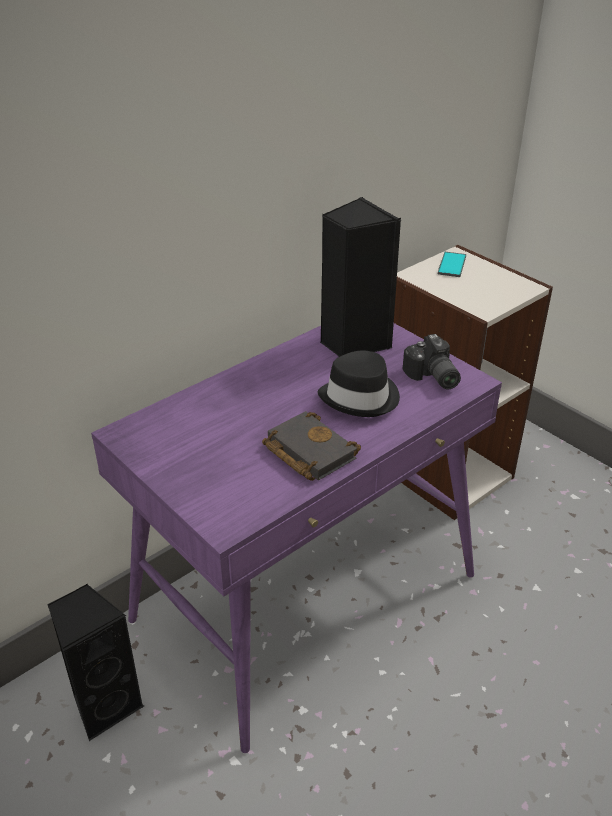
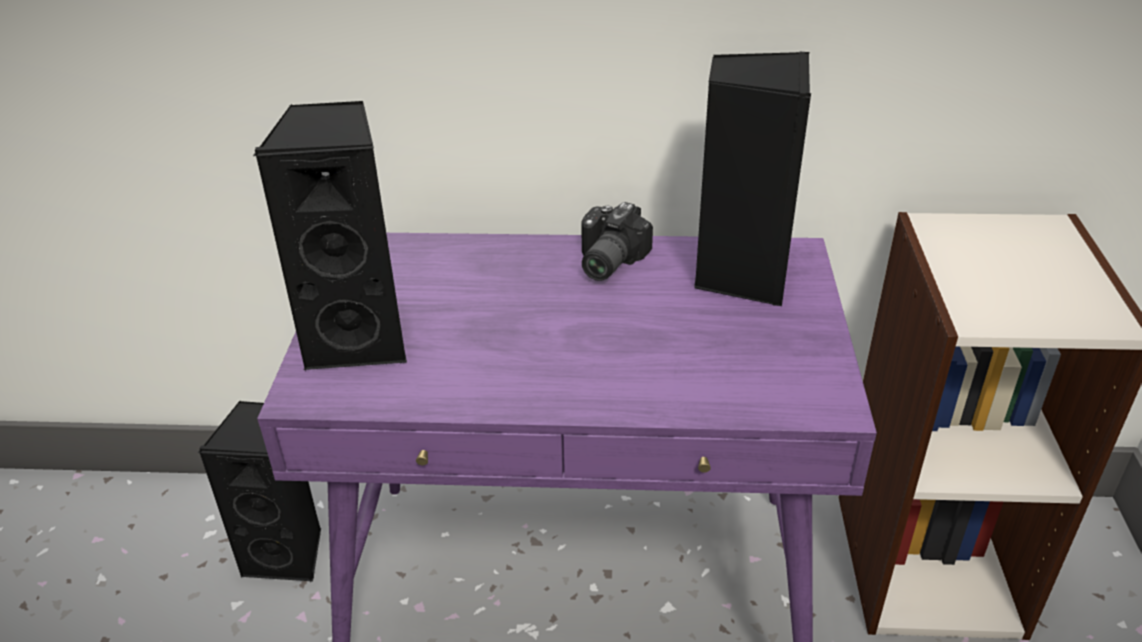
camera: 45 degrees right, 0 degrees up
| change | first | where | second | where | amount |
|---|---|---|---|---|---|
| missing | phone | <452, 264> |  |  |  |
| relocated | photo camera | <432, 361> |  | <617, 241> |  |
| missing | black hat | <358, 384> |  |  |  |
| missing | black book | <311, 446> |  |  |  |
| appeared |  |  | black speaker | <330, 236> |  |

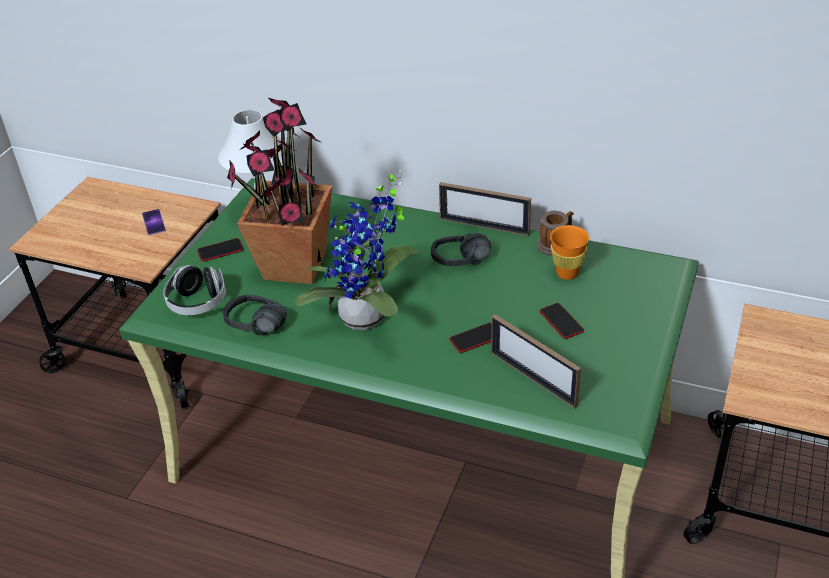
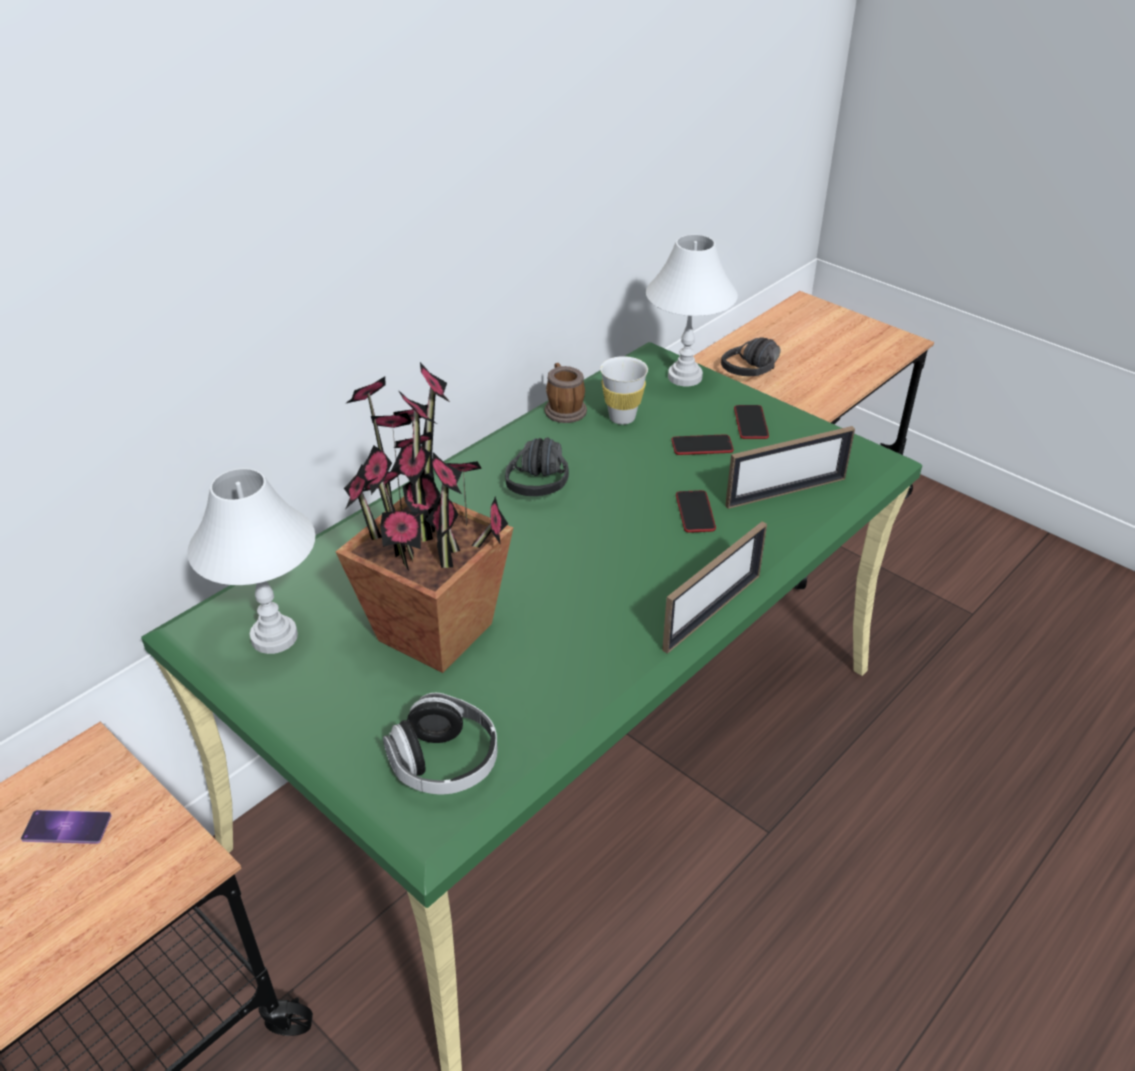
camera: 70 degrees left, 0 degrees up
| change | first | where | second | where | amount |
|---|---|---|---|---|---|
| missing | potted plant | <357, 249> |  |  |  |
| relocated | picture frame | <485, 209> |  | <714, 587> |  |
| colour | orange cup | <569, 252> | white cup | <624, 390> |  |
| relocated | phone | <220, 250> |  | <751, 422> |  |
| relocated | black headphones | <255, 315> |  | <751, 356> |  |
| appeared |  |  | white table lamp | <692, 310> |  |

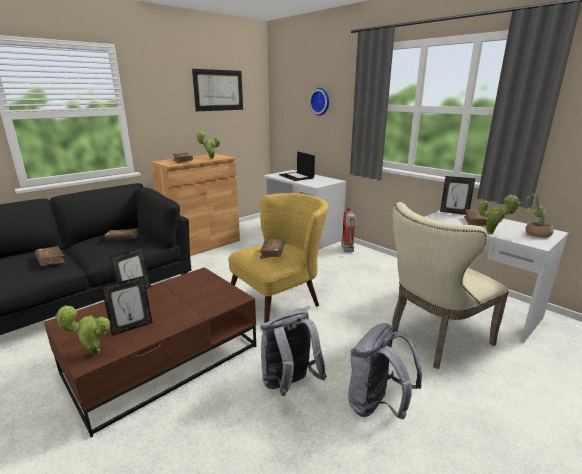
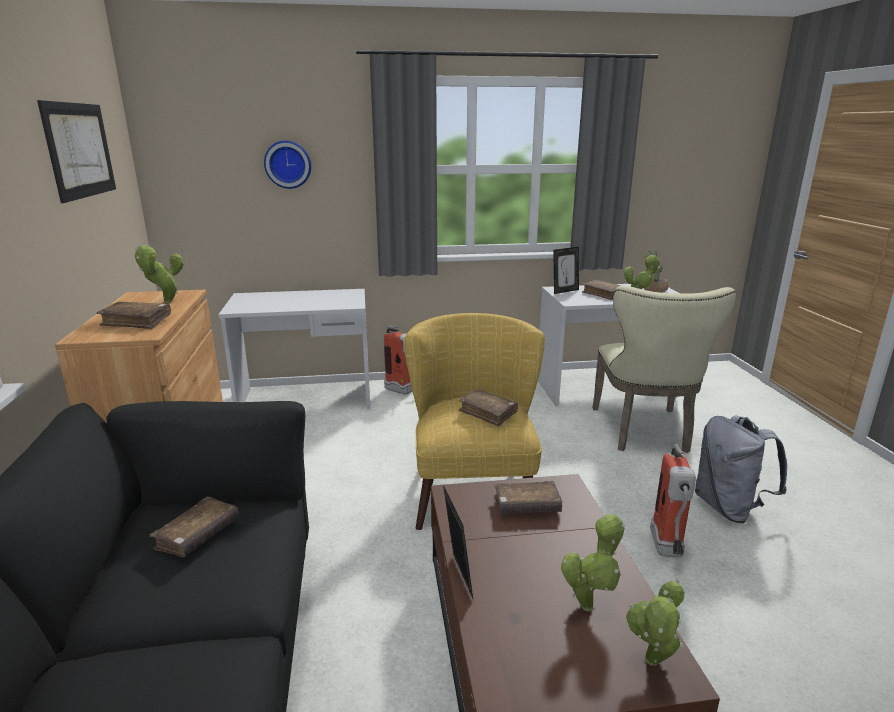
camera: 55 degrees left, 0 degrees up
| change | first | where | second | where | amount |
|---|---|---|---|---|---|
| missing | laptop | <297, 166> |  |  |  |
| relocated | brown book | <50, 256> |  | <528, 497> |  |
| exchanged | picture frame | <126, 306> | potted plant | <593, 563> |  |
| exchanged | grey backpack | <293, 353> | fire extinguisher | <673, 500> |  |

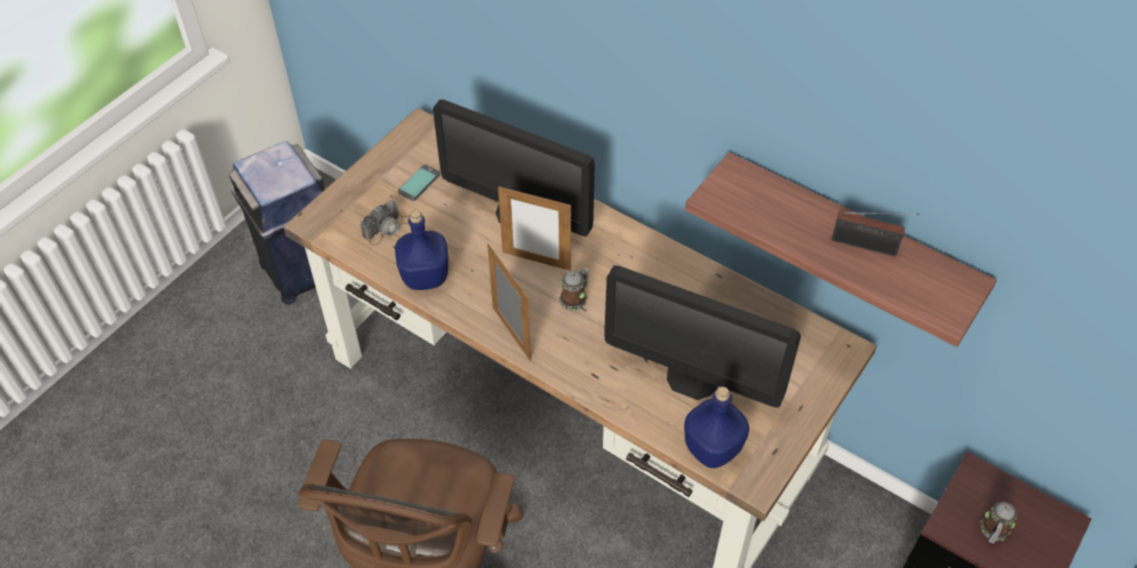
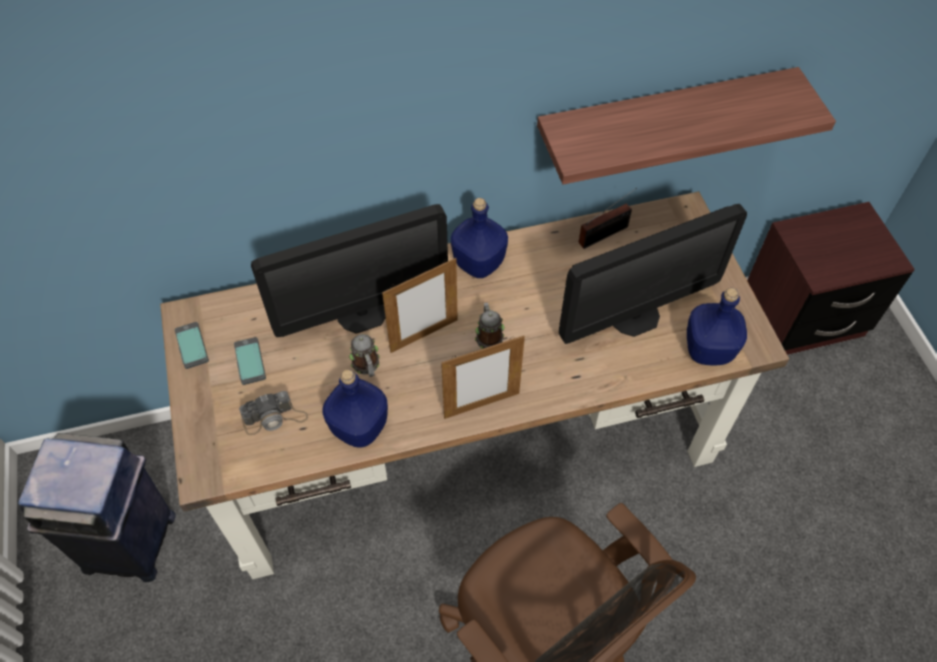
camera: 50 degrees left, 5 degrees up
| change | first | where | second | where | amount |
|---|---|---|---|---|---|
| spun | photo camera | <385, 223> |  | <273, 413> | 75 degrees clockwise |
| relocated | radio | <875, 234> |  | <608, 218> |  |
| spun | picture frame | <509, 302> |  | <483, 377> | 150 degrees clockwise |
| relocated | mug | <998, 523> |  | <364, 355> |  |
| appeared |  |  | blue bottle | <479, 238> |  |
| appeared |  |  | phone | <192, 345> |  |

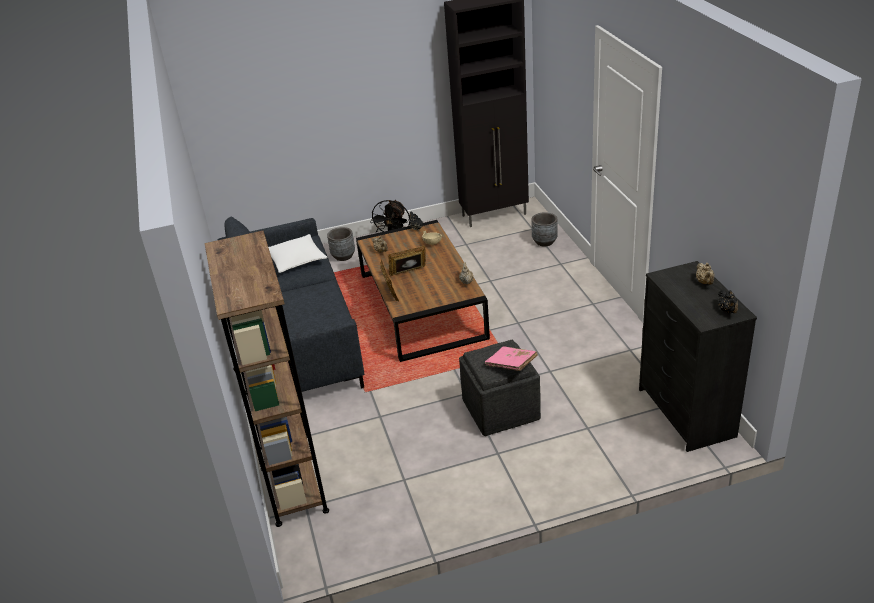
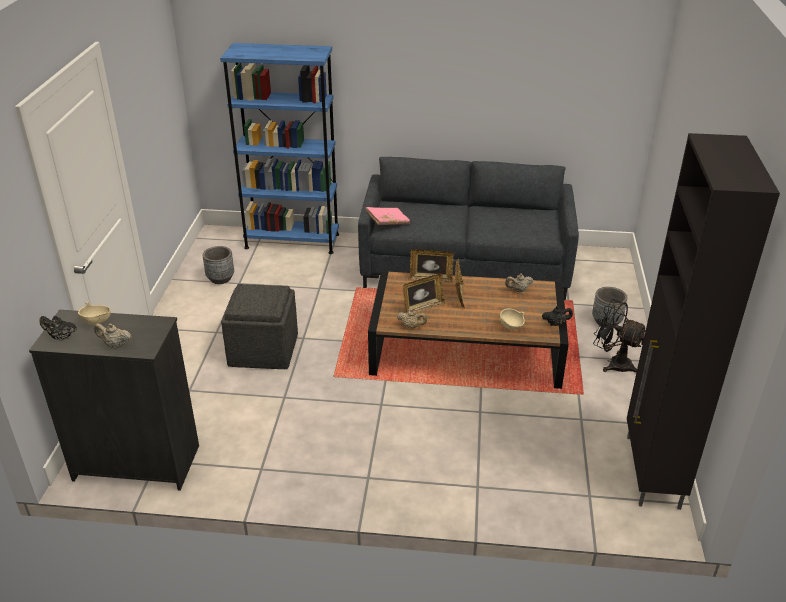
camera: 110 degrees right, 0 degrees up
| change | first | where | second | where | amount |
|---|---|---|---|---|---|
| relocated | grey planter | <545, 229> |  | <218, 265> |  |
| colour | brown bookcase | <266, 379> | blue bookcase | <279, 148> |  |
| missing | white pillow | <298, 253> |  |  |  |
| relocated | pink book | <511, 358> |  | <388, 216> |  |
| appeared |  |  | picture frame | <424, 293> |  |
| appeared |  |  | beige bowl | <94, 313> |  |

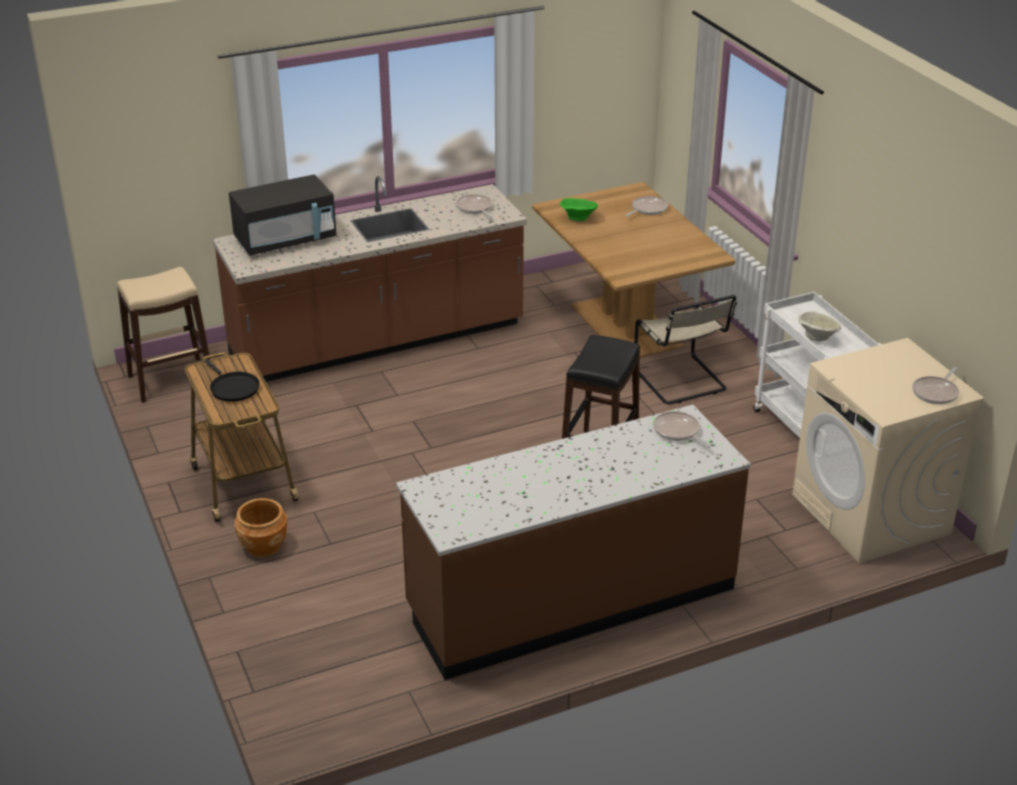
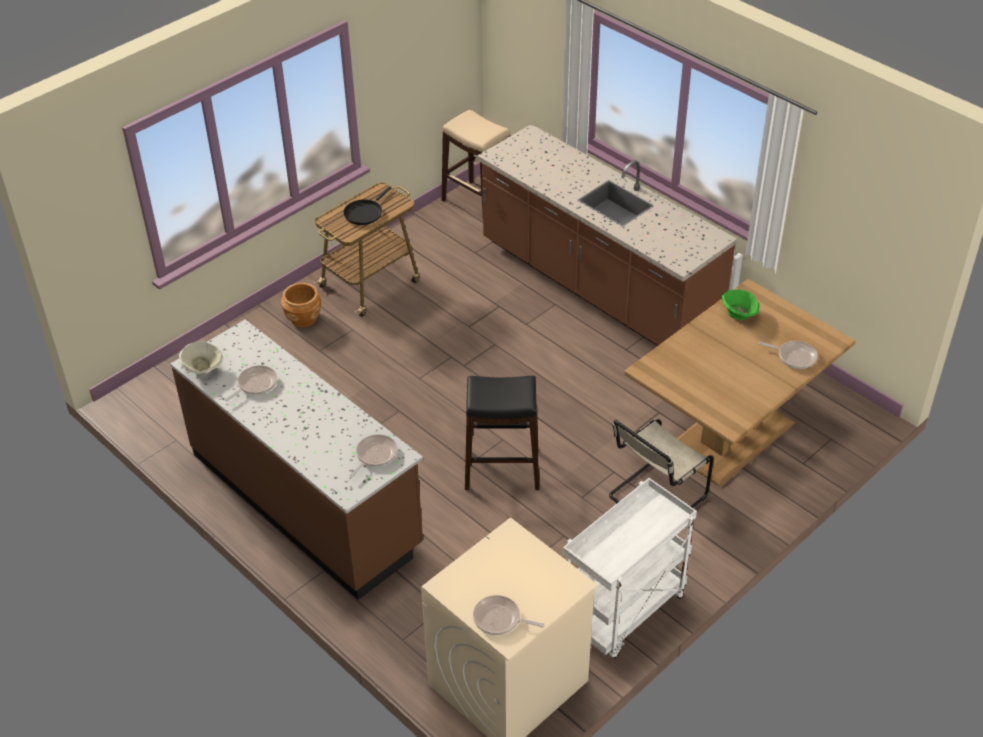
camera: 70 degrees right, 10 degrees up
| change | first | where | second | where | amount |
|---|---|---|---|---|---|
| missing | black microwave | <283, 215> |  |  |  |
| relocated | frying pan | <474, 206> |  | <250, 383> |  |
| relocated | beige bowl | <820, 326> |  | <201, 358> |  |

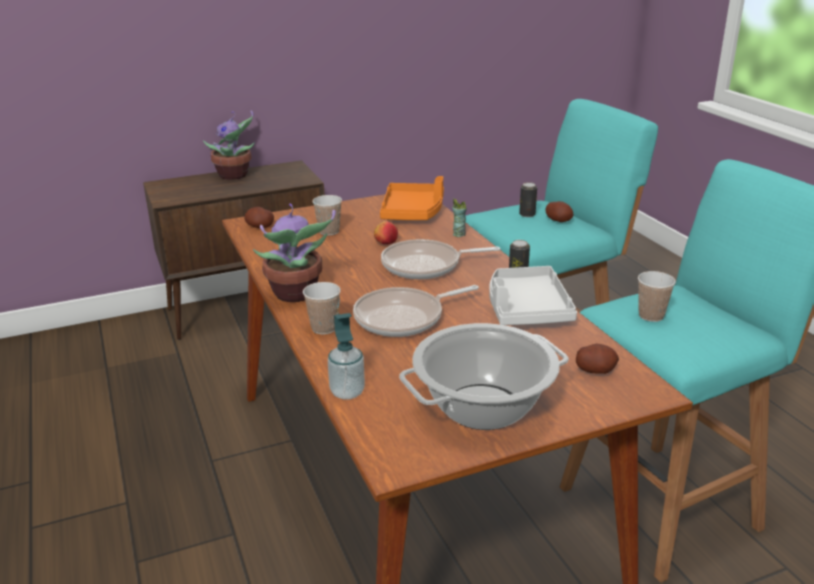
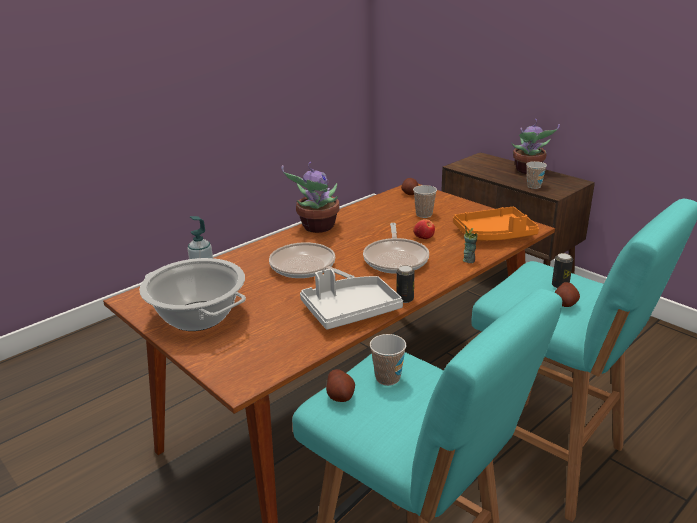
camera: 70 degrees right, 0 degrees up
| change | first | where | second | where | amount |
|---|---|---|---|---|---|
| spun | frying pan | <441, 259> |  | <396, 248> | 150 degrees counterclockwise |
| relocated | cup | <322, 308> |  | <536, 175> |  |
| relocated | potato | <597, 359> |  | <340, 385> |  |

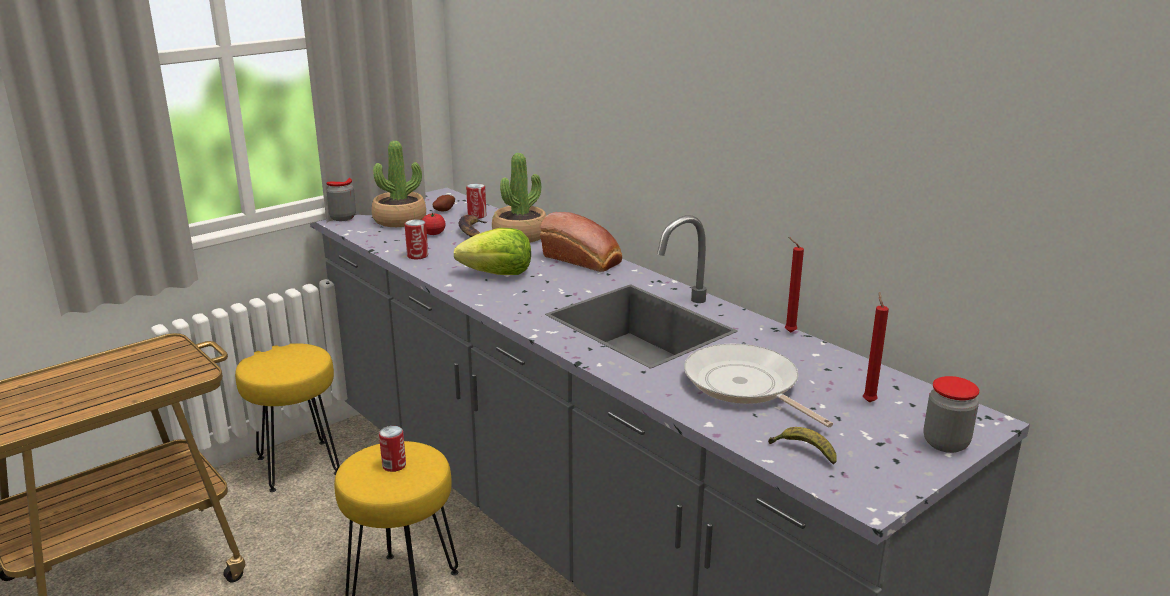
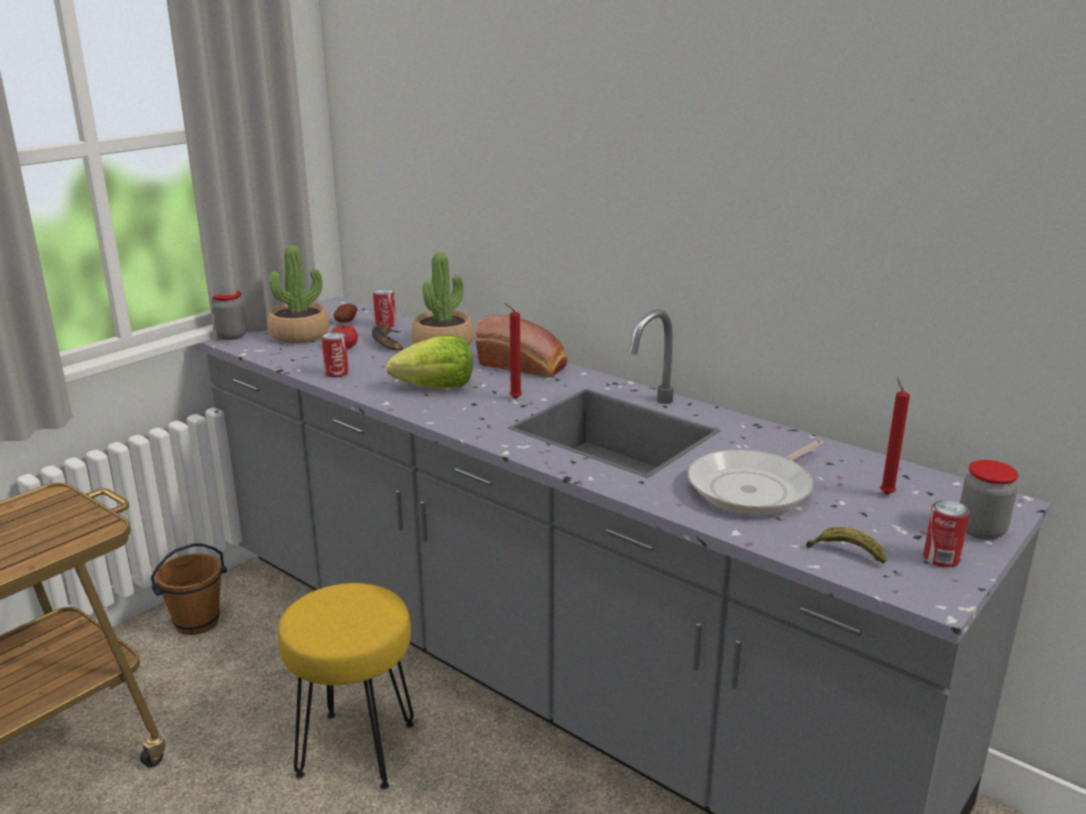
camera: 10 degrees left, 0 degrees up
| change | first | where | second | where | amount |
|---|---|---|---|---|---|
| relocated | red candle | <794, 285> |  | <513, 351> |  |
| exchanged | yellow stool | <287, 417> | brown bucket | <189, 589> |  |
| spun | frying pan | <758, 386> |  | <756, 476> | 90 degrees counterclockwise |
| relocated | can | <392, 449> |  | <946, 534> |  |

